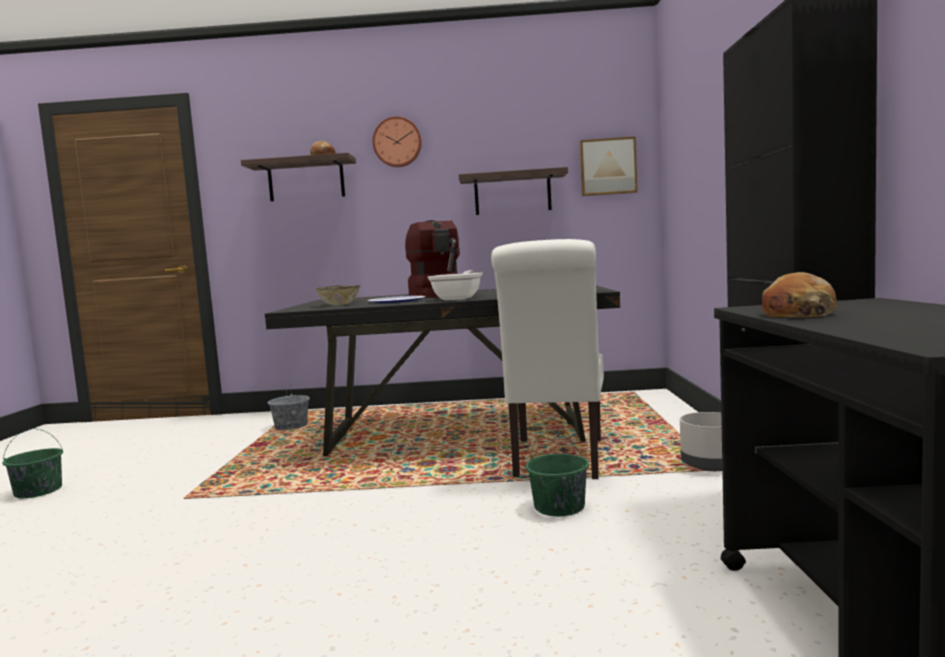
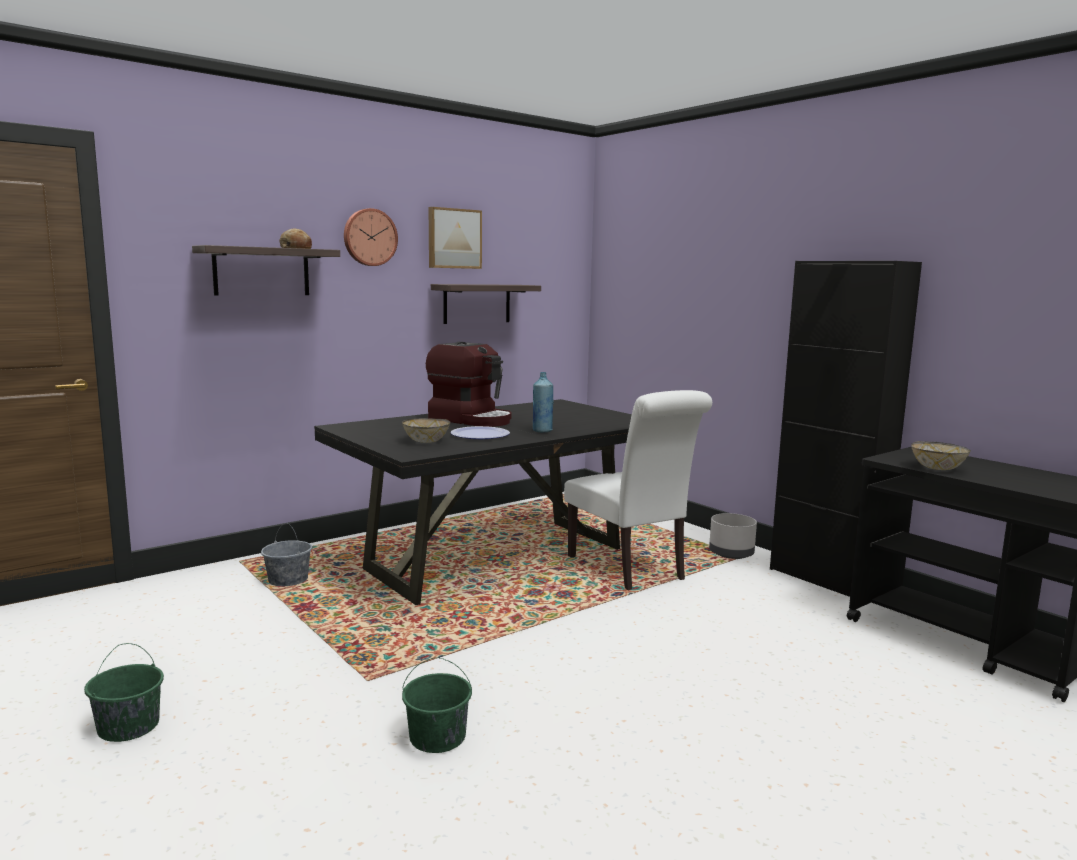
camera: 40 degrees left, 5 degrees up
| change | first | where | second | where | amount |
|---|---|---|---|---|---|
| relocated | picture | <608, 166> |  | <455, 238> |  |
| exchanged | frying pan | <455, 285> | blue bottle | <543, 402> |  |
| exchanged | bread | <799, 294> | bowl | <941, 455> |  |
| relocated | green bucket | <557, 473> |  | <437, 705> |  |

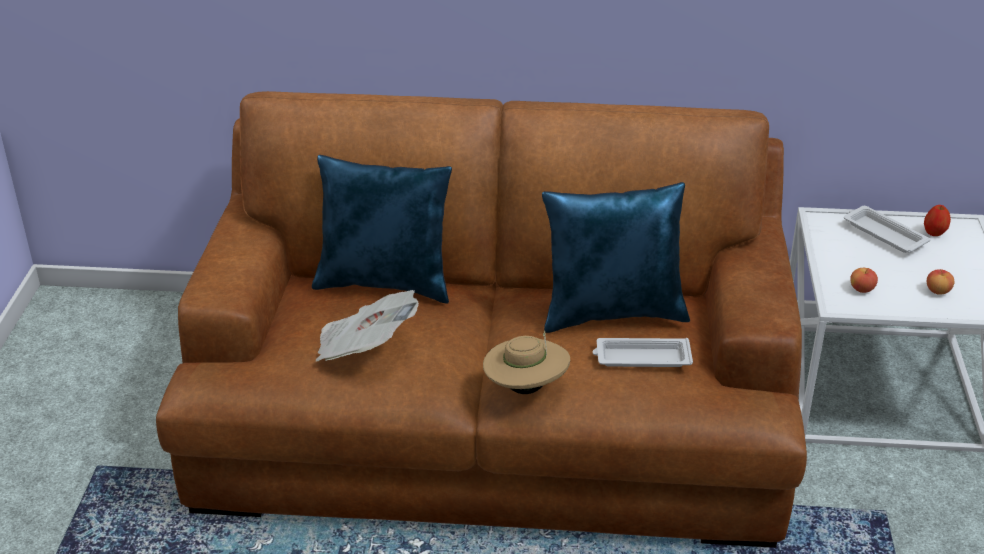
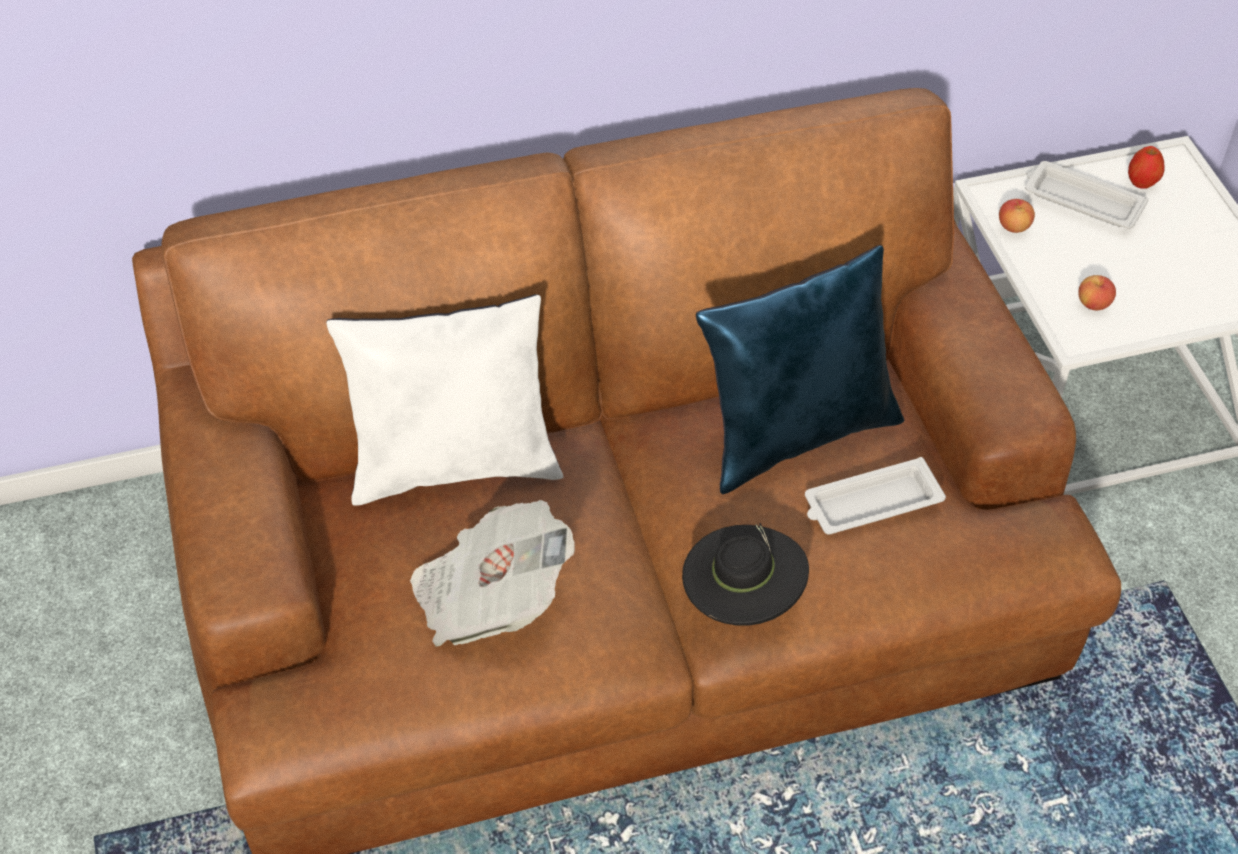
camera: 20 degrees left, 15 degrees up
| change | first | where | second | where | amount |
|---|---|---|---|---|---|
| colour | blue pillow | <382, 229> | white pillow | <445, 400> |  |
| relocated | apple | <940, 282> |  | <1017, 216> |  |
| colour | beige hat | <526, 362> | black hat | <745, 574> |  |

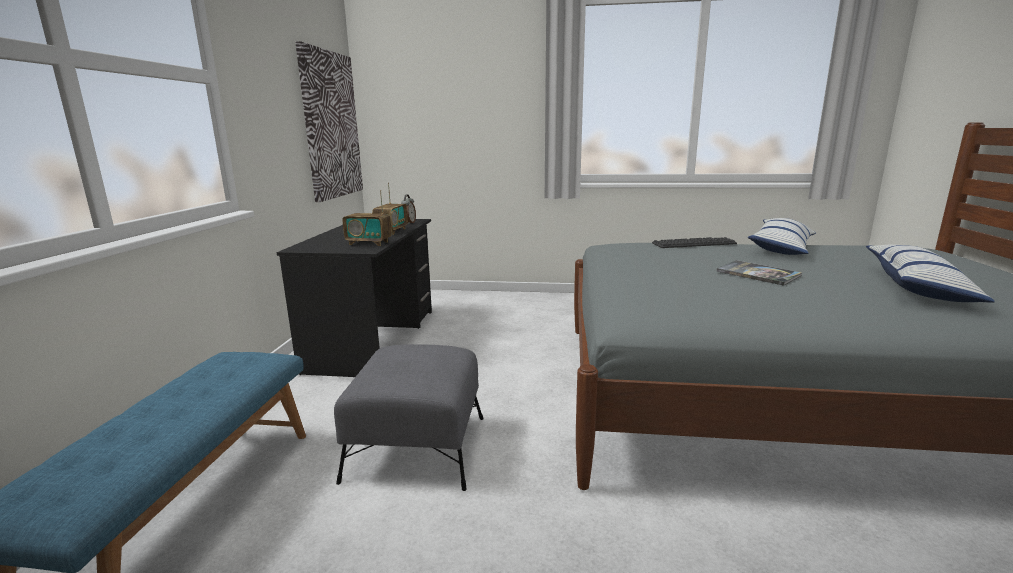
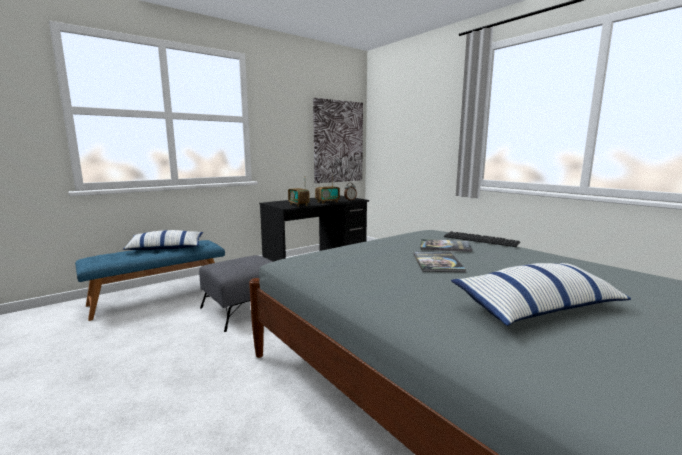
camera: 45 degrees right, 5 degrees down
| change | first | where | second | where | amount |
|---|---|---|---|---|---|
| relocated | pillow | <782, 236> |  | <163, 240> |  |
| appeared |  |  | book | <446, 245> |  |

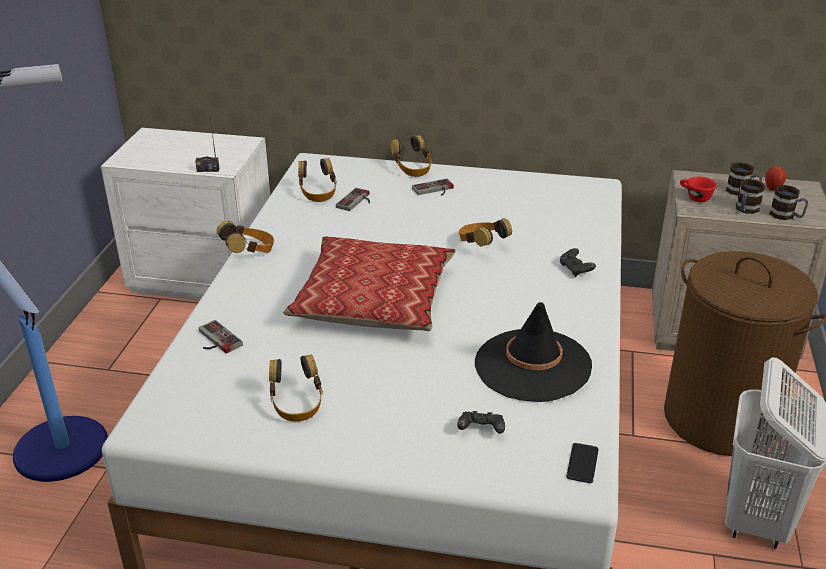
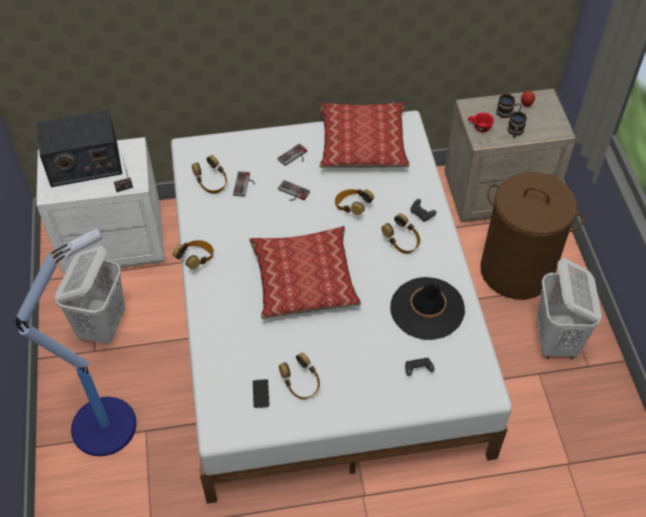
camera: 20 degrees left, 20 degrees up
| change | first | where | second | where | amount |
|---|---|---|---|---|---|
| relocated | headphones | <411, 156> |  | <401, 233> |  |
| missing | mug | <789, 202> |  |  |  |
| relocated | game controller | <221, 336> |  | <294, 190> |  |
| relocated | phone | <582, 463> |  | <261, 393> |  |
| appeared |  |  | pillow | <364, 135> |  |
| appeared |  |  | radio | <79, 148> |  |
| appeared |  |  | white laundry basket | <90, 295> |  |

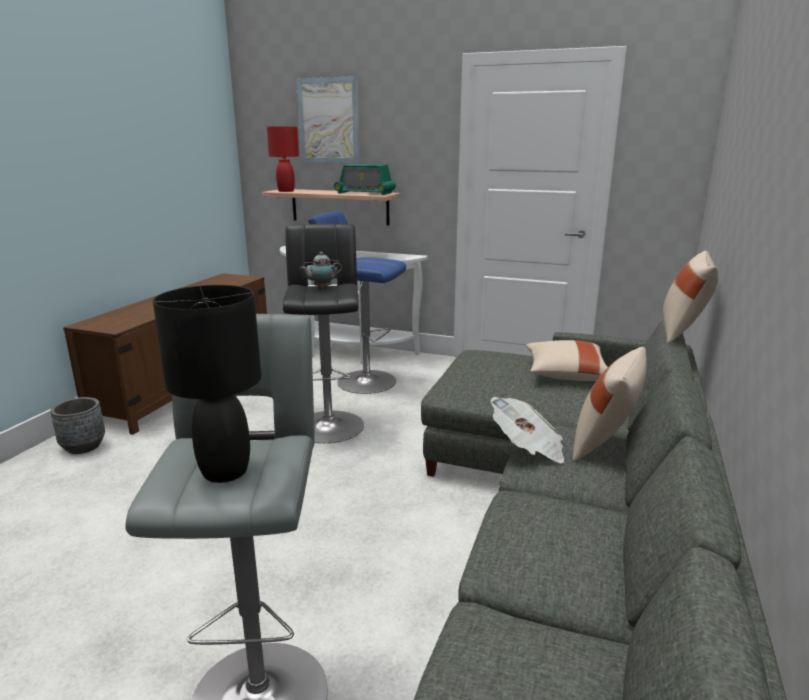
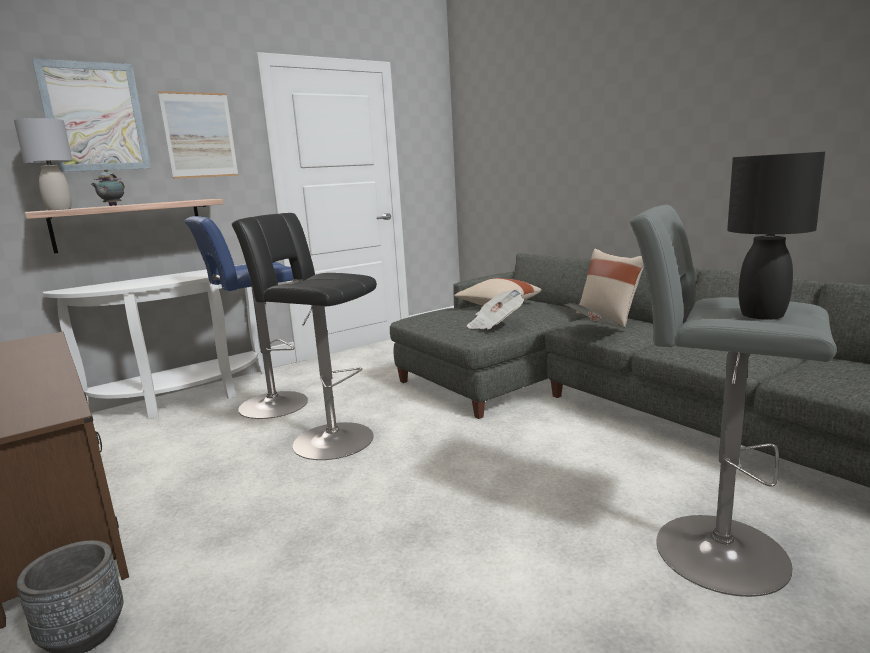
camera: 55 degrees left, 5 degrees down
| change | first | where | second | where | amount |
|---|---|---|---|---|---|
| colour | red table lamp | <283, 159> | grey table lamp | <43, 164> |  |
| missing | radio | <365, 179> |  |  |  |
| missing | beige pillow | <691, 297> |  |  |  |
| relocated | teapot | <320, 270> |  | <108, 187> |  |
| appeared |  |  | picture | <198, 135> |  |
| appeared |  |  | newspaper | <495, 309> |  |

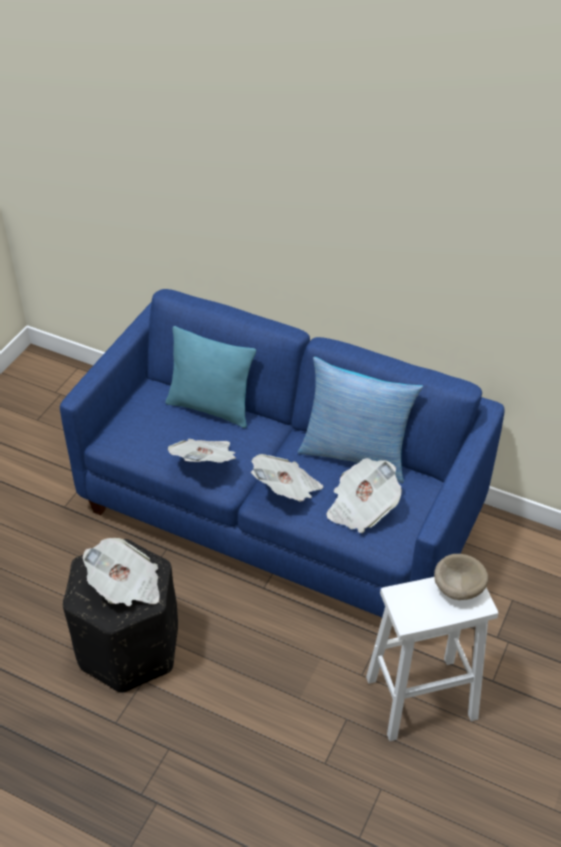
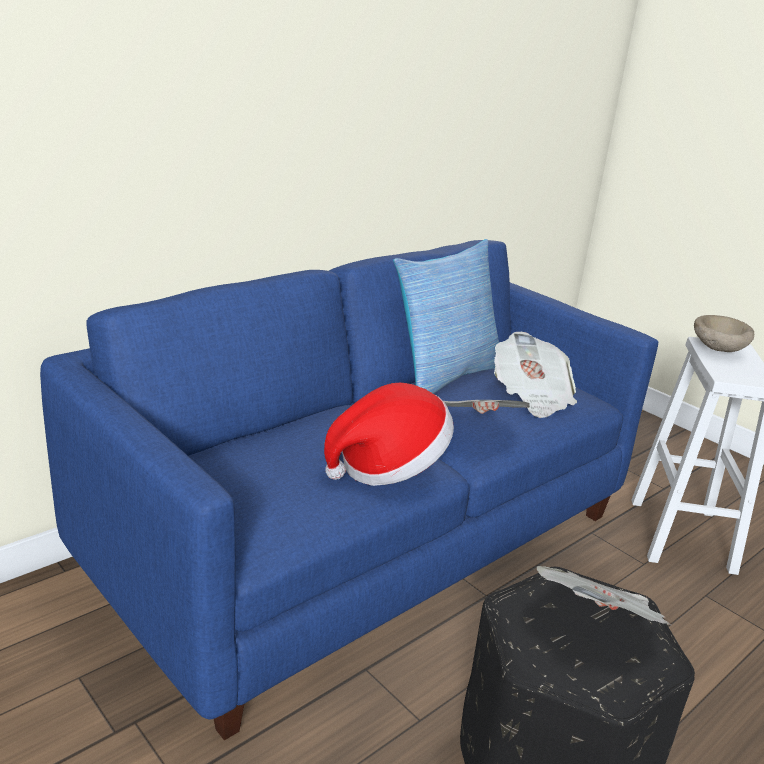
camera: 70 degrees left, 20 degrees down
| change | first | where | second | where | amount |
|---|---|---|---|---|---|
| missing | turquoise pillow | <211, 377> |  |  |  |
| exchanged | newspaper | <202, 451> | hat | <389, 434> |  |

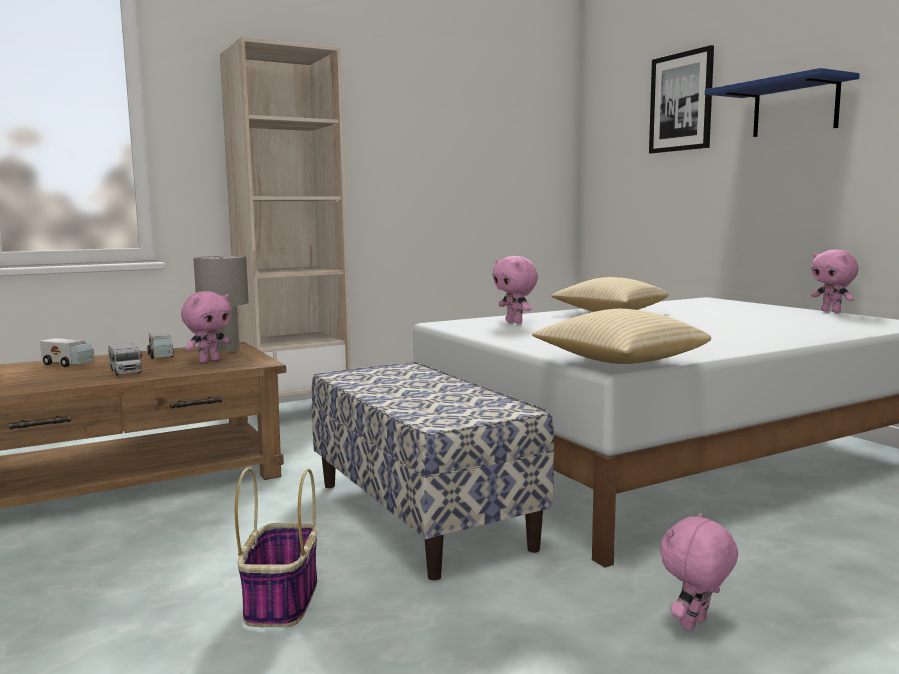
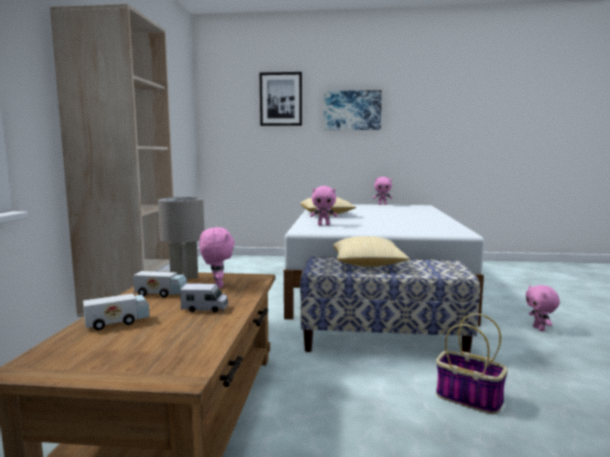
camera: 55 degrees left, 0 degrees up
| change | first | where | second | where | amount |
|---|---|---|---|---|---|
| exchanged | blue shelf | <782, 102> | picture | <353, 110> |  |
| relocated | pillow | <621, 336> |  | <371, 251> |  |

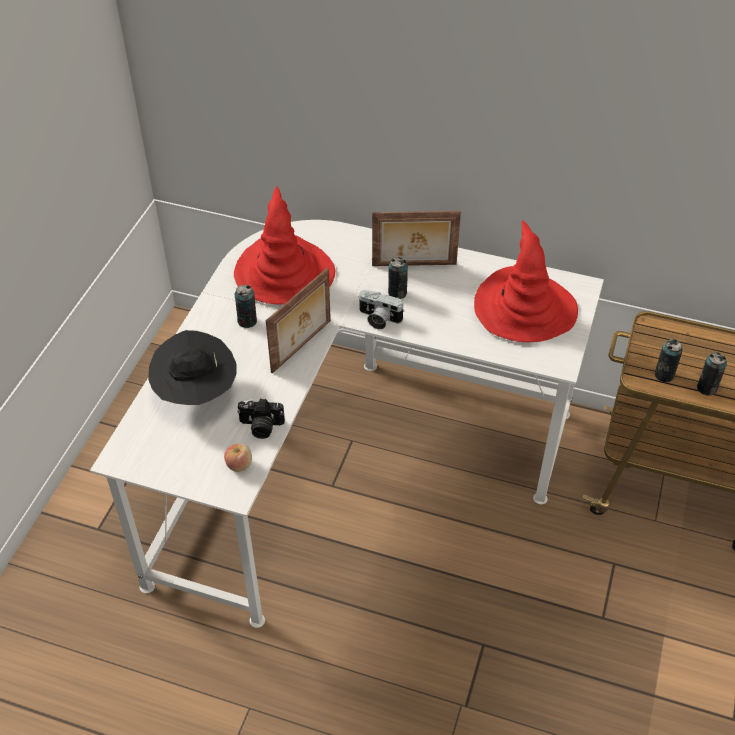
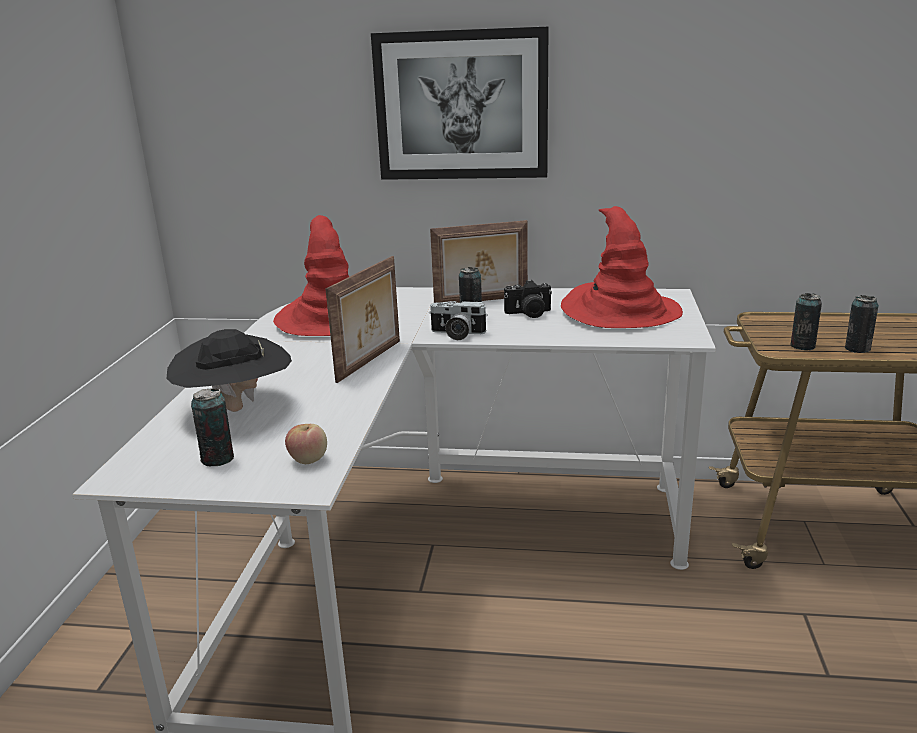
camera: 10 degrees left, 25 degrees down
| change | first | where | second | where | amount |
|---|---|---|---|---|---|
| relocated | can | <246, 306> |  | <212, 427> |  |
| relocated | photo camera | <261, 418> |  | <528, 299> |  |
| appeared |  |  | picture | <460, 103> |  |

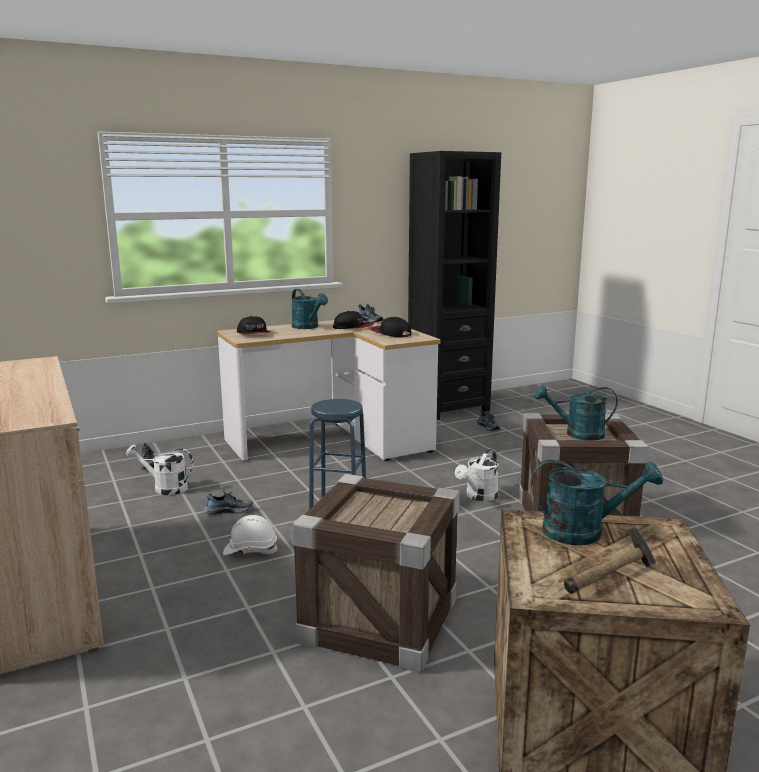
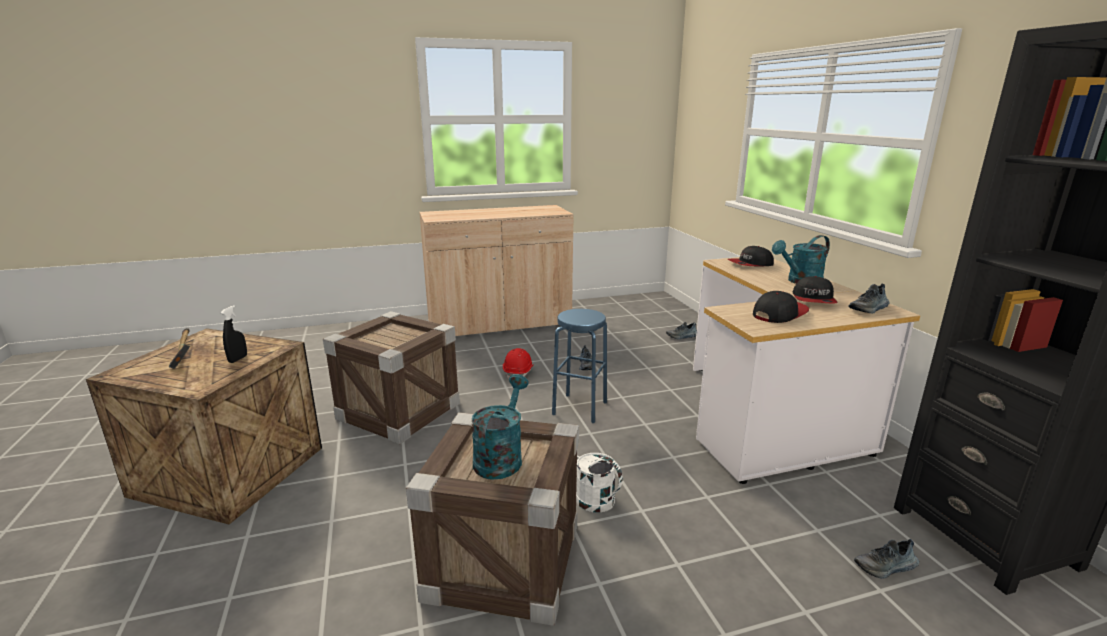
camera: 100 degrees right, 5 degrees up
| change | first | where | second | where | amount |
|---|---|---|---|---|---|
| missing | white watering can | <159, 470> |  |  |  |
| exchanged | turquoise watering can | <597, 502> | black spray bottle | <234, 334> |  |
| colour | white hard hat | <250, 535> | red hard hat | <518, 363> |  |

